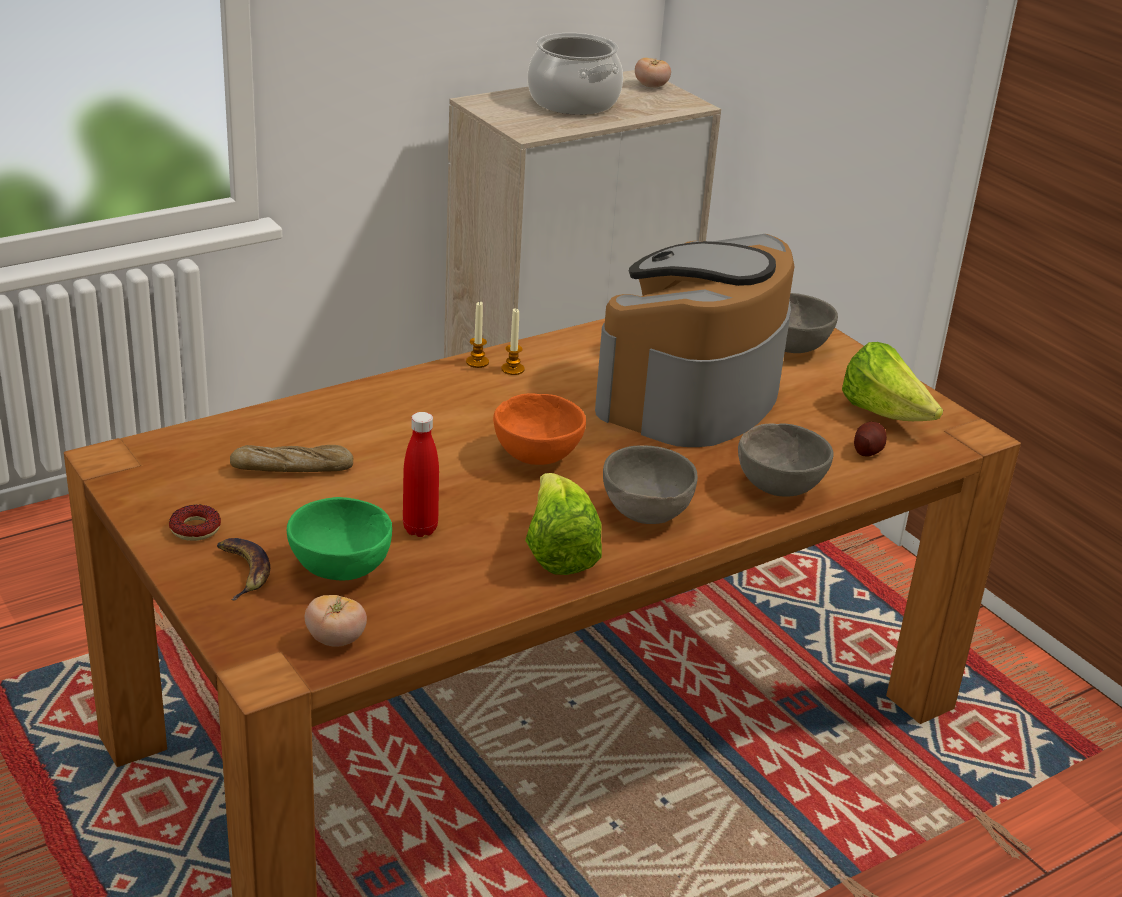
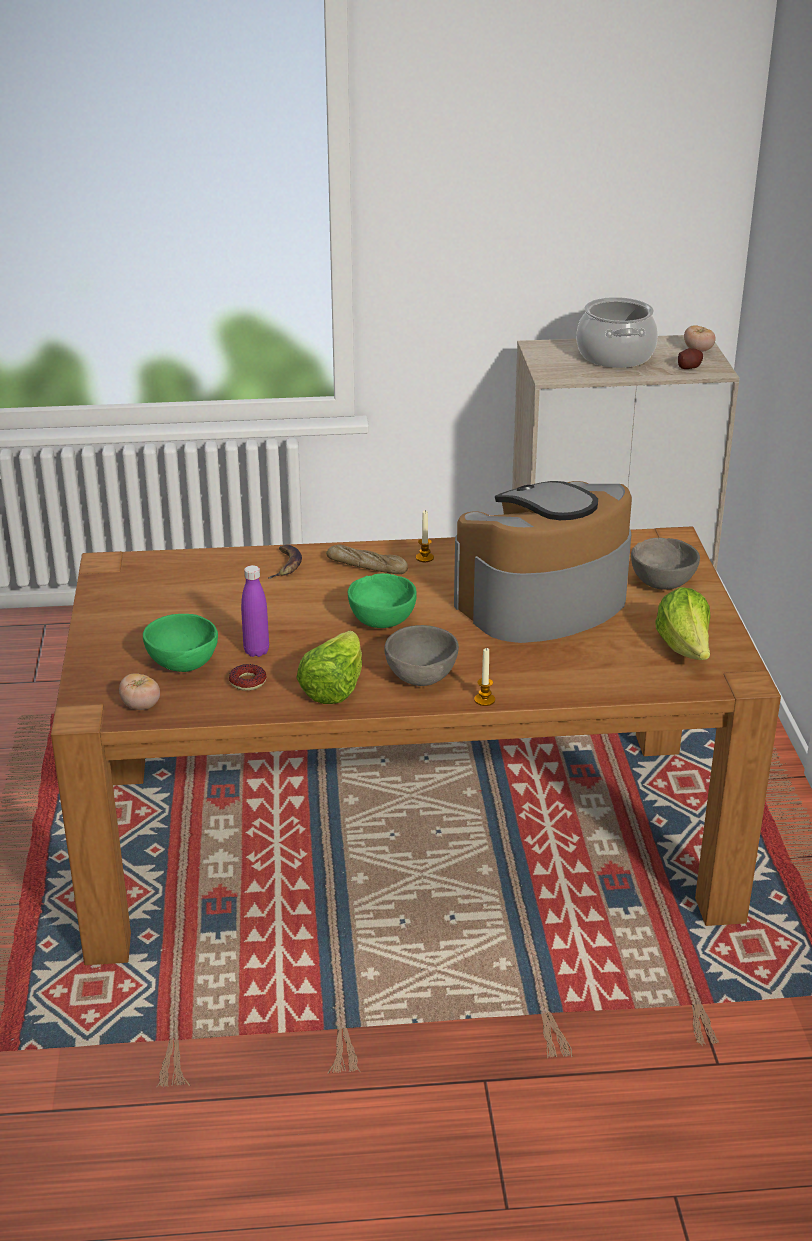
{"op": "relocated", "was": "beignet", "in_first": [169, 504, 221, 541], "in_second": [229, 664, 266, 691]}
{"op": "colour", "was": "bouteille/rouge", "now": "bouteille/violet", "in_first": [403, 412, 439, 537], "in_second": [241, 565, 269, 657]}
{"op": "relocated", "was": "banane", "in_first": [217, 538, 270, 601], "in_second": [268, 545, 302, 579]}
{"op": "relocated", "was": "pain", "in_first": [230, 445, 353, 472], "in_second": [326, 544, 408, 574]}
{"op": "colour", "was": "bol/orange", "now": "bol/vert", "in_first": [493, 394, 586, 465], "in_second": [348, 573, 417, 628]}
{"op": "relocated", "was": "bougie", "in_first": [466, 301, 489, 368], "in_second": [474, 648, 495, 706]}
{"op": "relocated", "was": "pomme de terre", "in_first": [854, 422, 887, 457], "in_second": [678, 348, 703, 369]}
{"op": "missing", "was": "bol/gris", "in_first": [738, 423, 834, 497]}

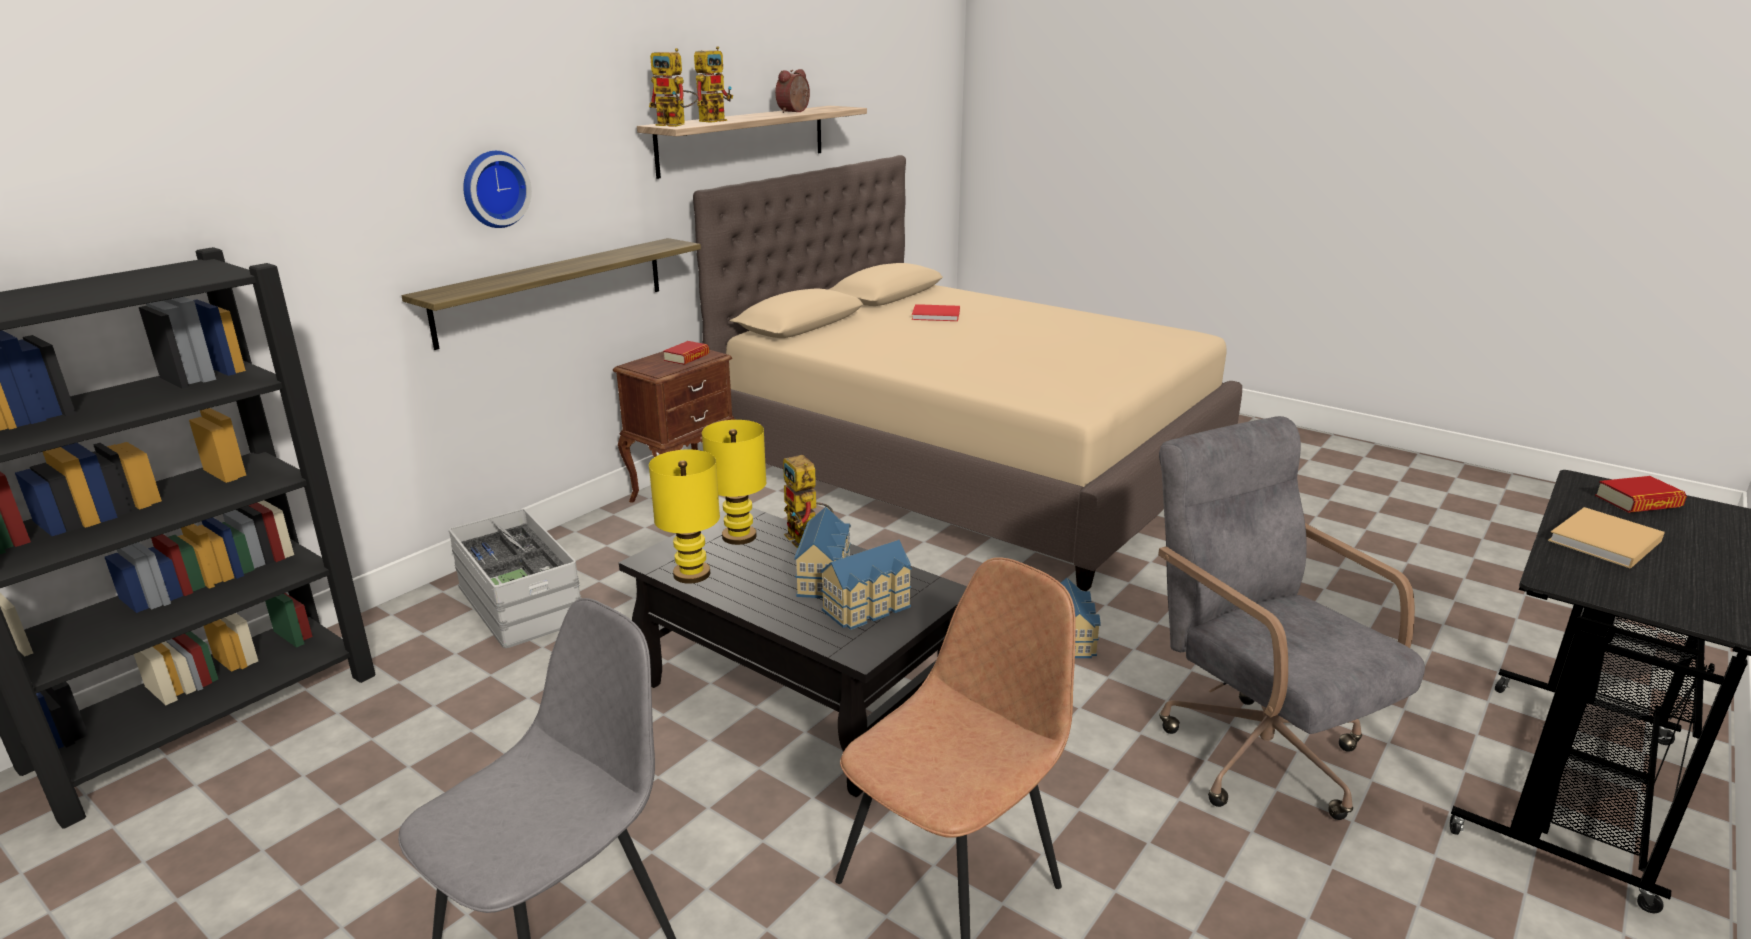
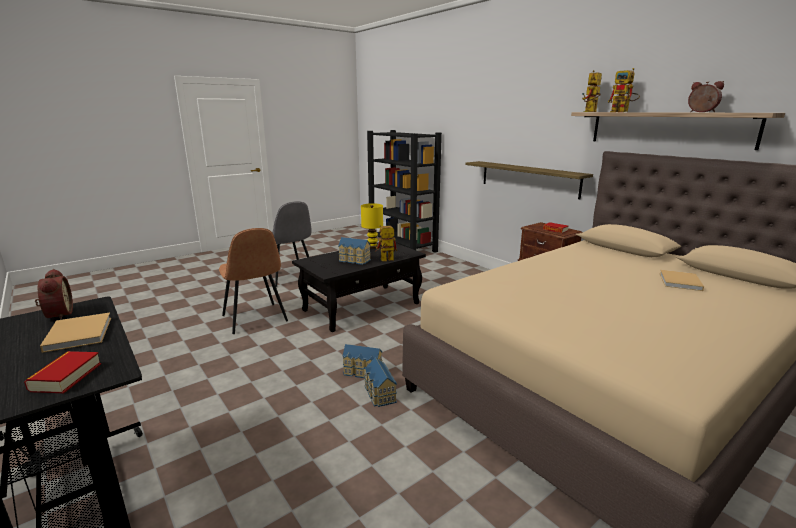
{"op": "appeared", "now": "réveil", "in_second": [35, 269, 73, 320]}
{"op": "relocated", "was": "maison miniature", "in_first": [820, 540, 912, 630], "in_second": [364, 357, 397, 407]}
{"op": "colour", "was": "livre/rouge", "now": "livre/beige", "in_first": [912, 304, 960, 321], "in_second": [660, 270, 704, 291]}
{"op": "missing", "was": "boîte de rangement/gris", "in_first": [449, 509, 581, 648]}
{"op": "missing", "was": "horloge murale", "in_first": [463, 151, 532, 228]}
{"op": "missing", "was": "lampe de table/jaune", "in_first": [702, 420, 766, 545]}
{"op": "missing", "was": "chaise de bureau/gris", "in_first": [1158, 416, 1425, 820]}

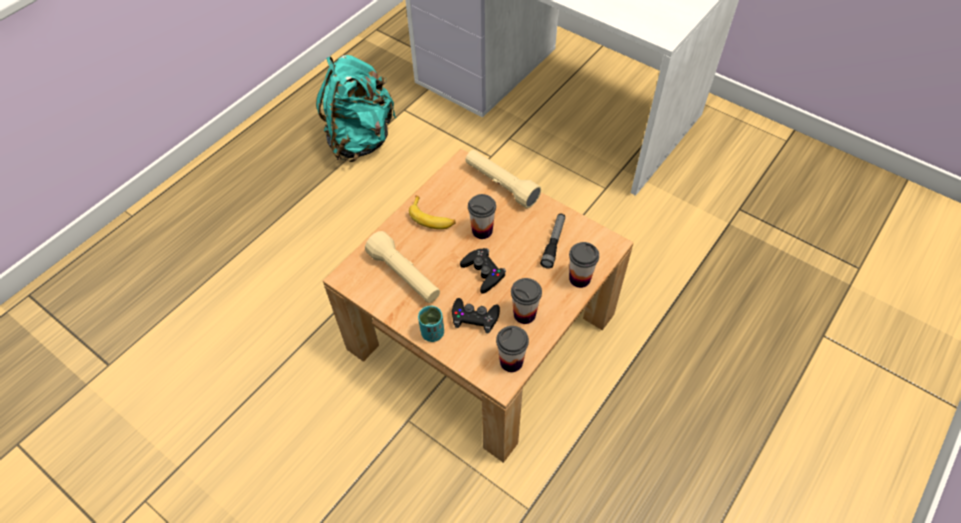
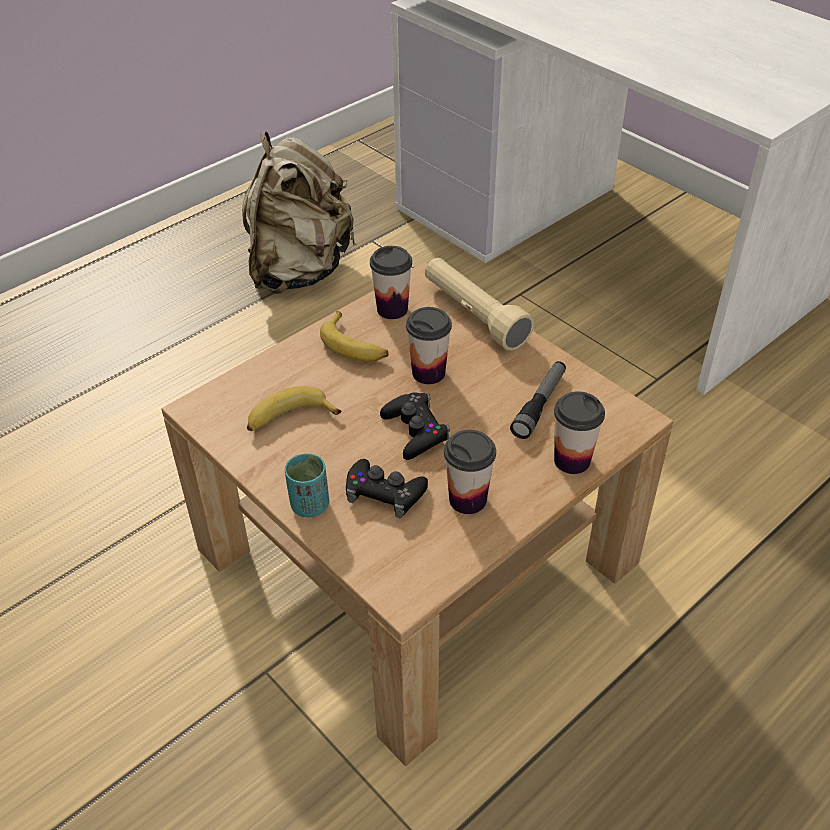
{"op": "colour", "was": "sac à dos/turquoise", "now": "sac à dos/beige", "in_first": [316, 55, 396, 162], "in_second": [242, 131, 356, 294]}
{"op": "exchanged", "was": "lampe de poche/beige", "now": "banane", "in_first": [365, 231, 440, 303], "in_second": [247, 386, 342, 431]}
{"op": "relocated", "was": "tasse", "in_first": [496, 326, 529, 372], "in_second": [370, 246, 412, 319]}

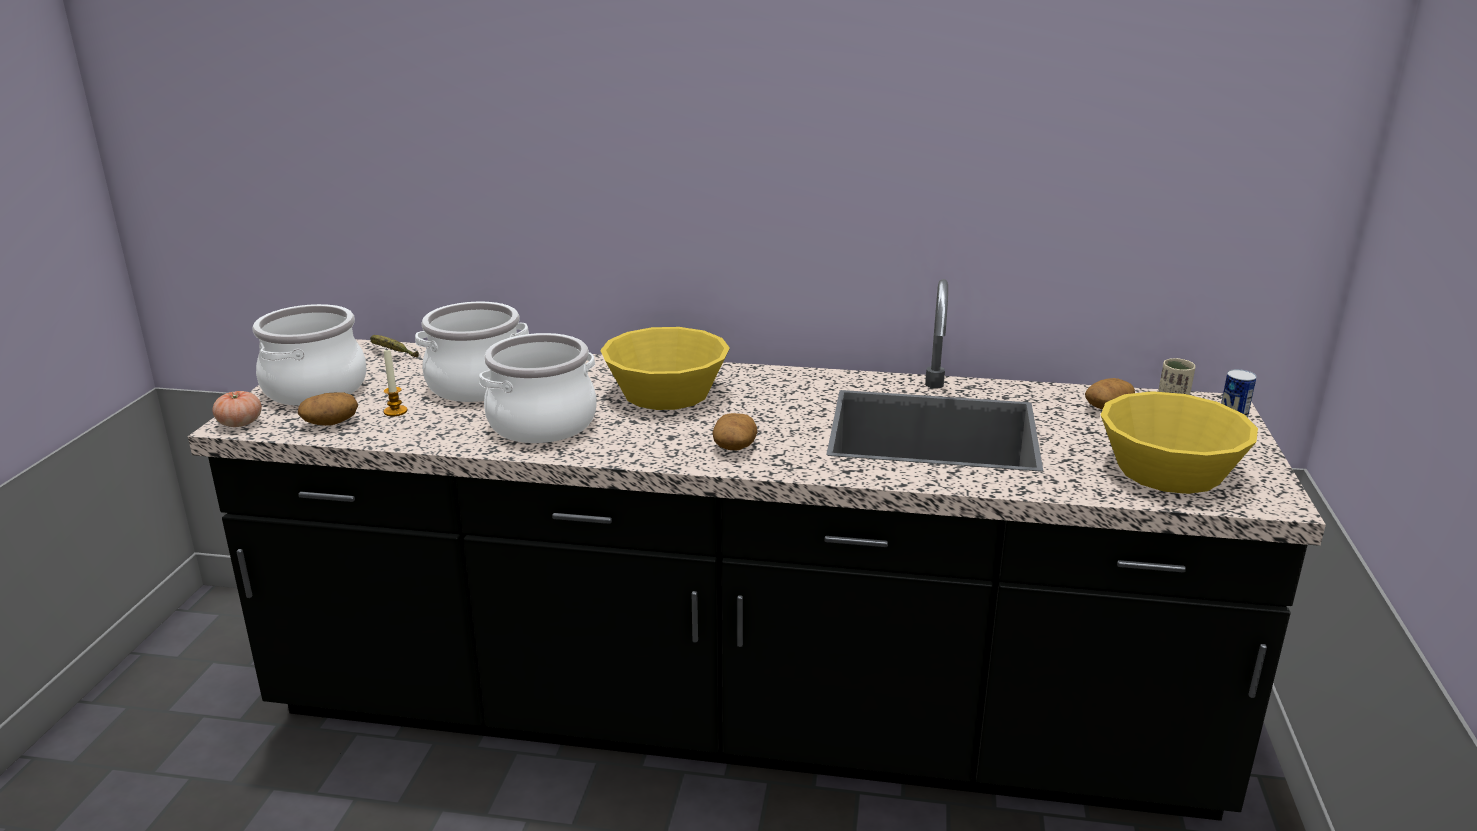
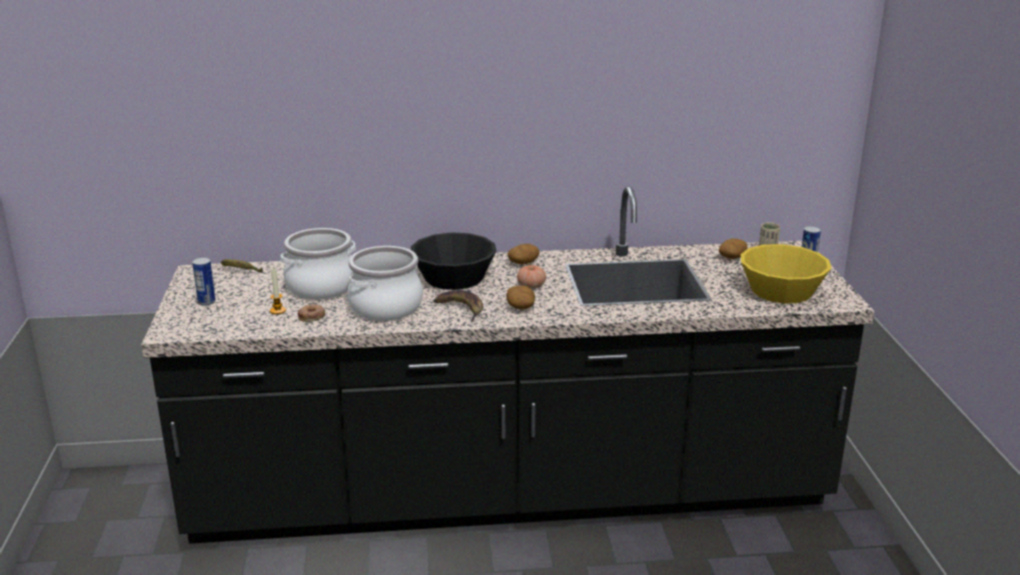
{"op": "exchanged", "was": "marmite", "now": "boîte métallique", "in_first": [252, 304, 367, 406], "in_second": [192, 257, 216, 306]}
{"op": "appeared", "now": "beignet", "in_second": [298, 304, 325, 322]}
{"op": "colour", "was": "bol/jaune", "now": "bol/noir", "in_first": [600, 327, 730, 410], "in_second": [411, 232, 496, 290]}
{"op": "appeared", "now": "banane", "in_second": [433, 290, 483, 322]}
{"op": "relocated", "was": "pomme de terre", "in_first": [298, 392, 358, 426], "in_second": [508, 244, 539, 264]}
{"op": "relocated", "was": "tomate", "in_first": [212, 391, 262, 427], "in_second": [517, 265, 546, 289]}

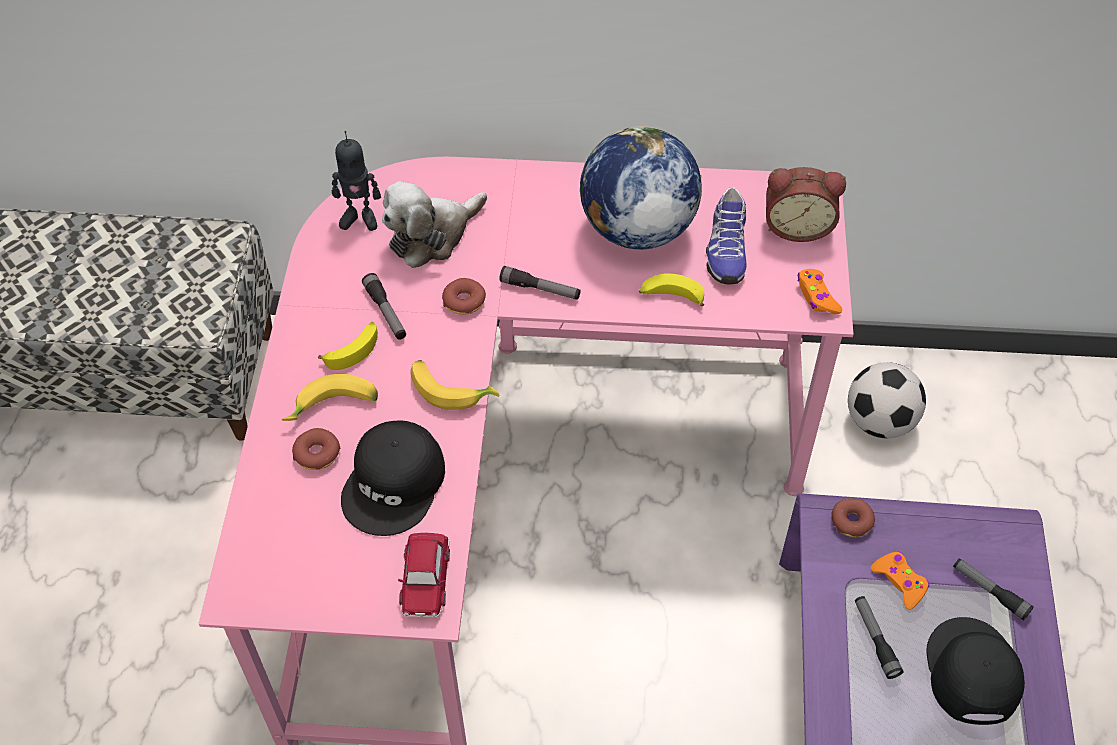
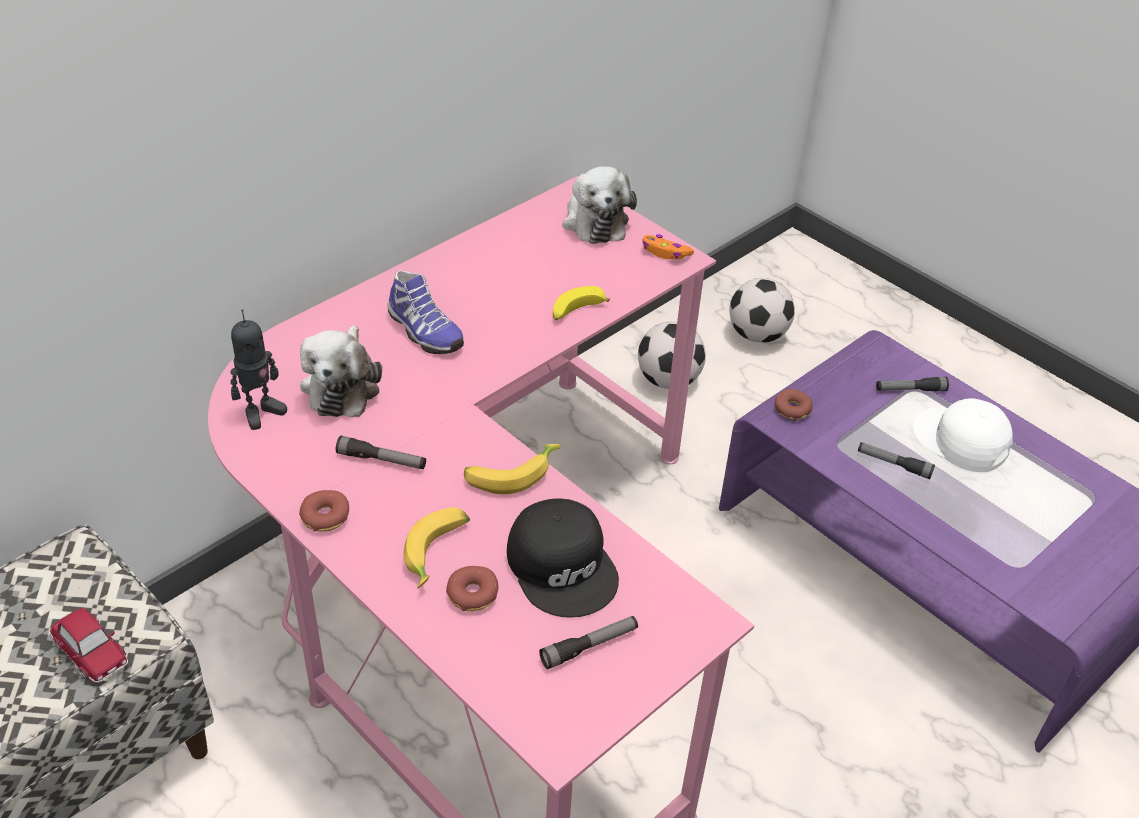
{"op": "relocated", "was": "petite voiture", "in_first": [398, 533, 450, 617], "in_second": [50, 608, 128, 683]}
{"op": "relocated", "was": "beignet", "in_first": [442, 278, 486, 315], "in_second": [299, 490, 349, 532]}
{"op": "relocated", "was": "chaussure", "in_first": [706, 187, 747, 285], "in_second": [387, 270, 464, 354]}
{"op": "relocated", "was": "lampe de poche", "in_first": [499, 266, 581, 300], "in_second": [539, 616, 638, 669]}
{"op": "exchanged", "was": "réveil", "now": "peluche", "in_first": [766, 167, 846, 242], "in_second": [563, 166, 637, 244]}
{"op": "appeared", "now": "ballon de foot", "in_second": [730, 278, 795, 343]}
{"op": "colour", "was": "casquette/noir", "now": "casquette/blanc", "in_first": [926, 617, 1025, 725], "in_second": [913, 398, 1013, 472]}
{"op": "missing", "was": "banane", "in_first": [318, 322, 378, 370]}
{"op": "missing", "was": "globe", "in_first": [580, 126, 702, 249]}
{"op": "missing", "was": "manette/orange", "in_first": [871, 552, 929, 610]}

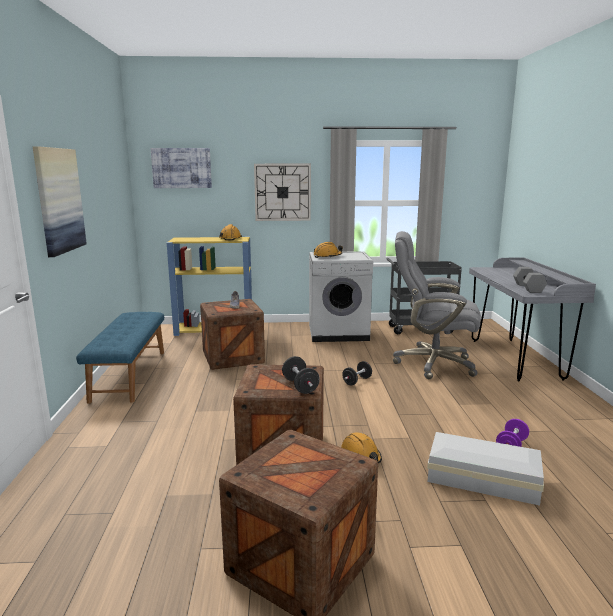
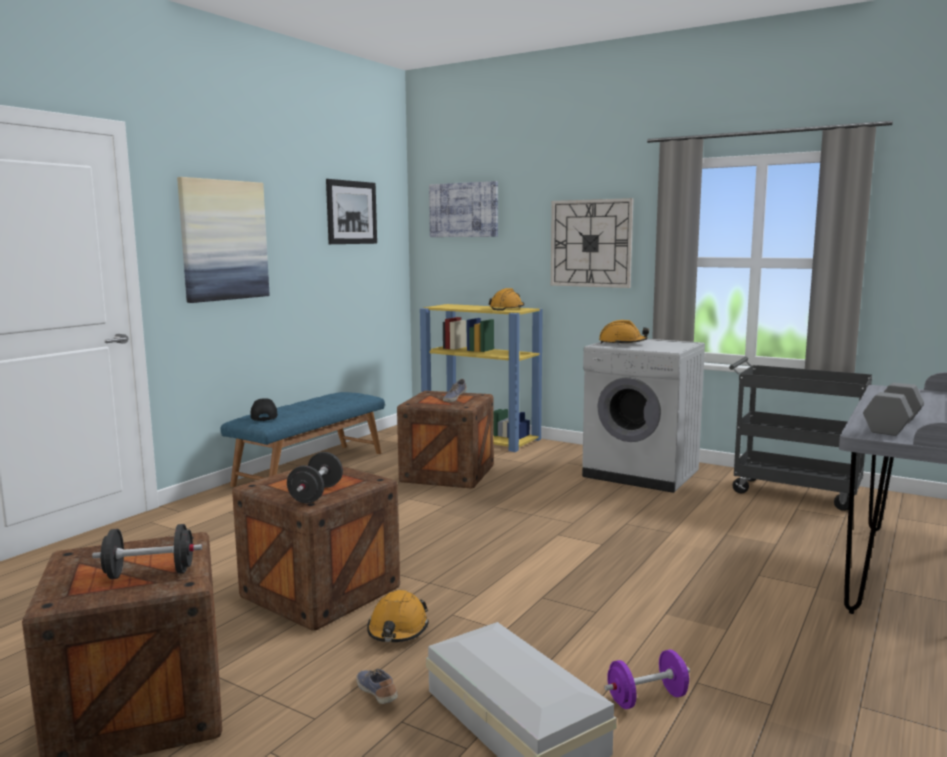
{"op": "relocated", "was": "haltère/noir", "in_first": [342, 361, 372, 386], "in_second": [92, 524, 202, 579]}
{"op": "appeared", "now": "casquette/noir", "in_second": [251, 398, 278, 421]}
{"op": "appeared", "now": "tableau", "in_second": [326, 179, 377, 244]}
{"op": "appeared", "now": "chaussure", "in_second": [356, 668, 398, 704]}
{"op": "missing", "was": "chaise de bureau/gris", "in_first": [393, 231, 481, 379]}

